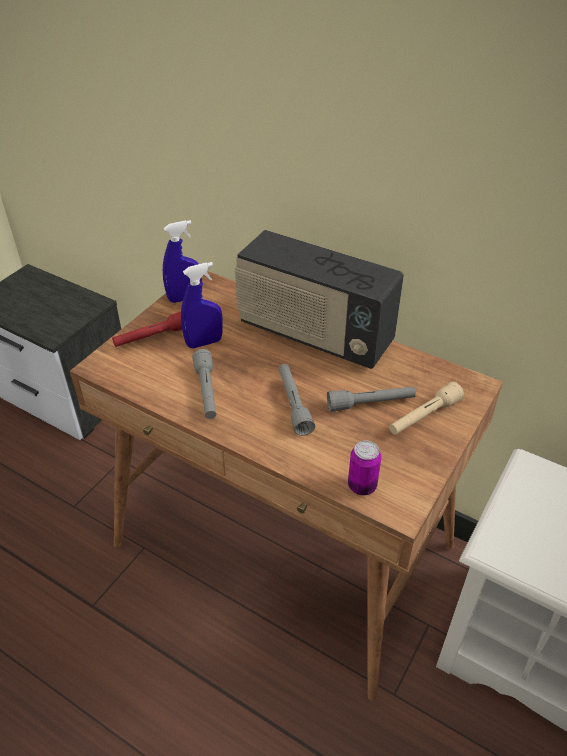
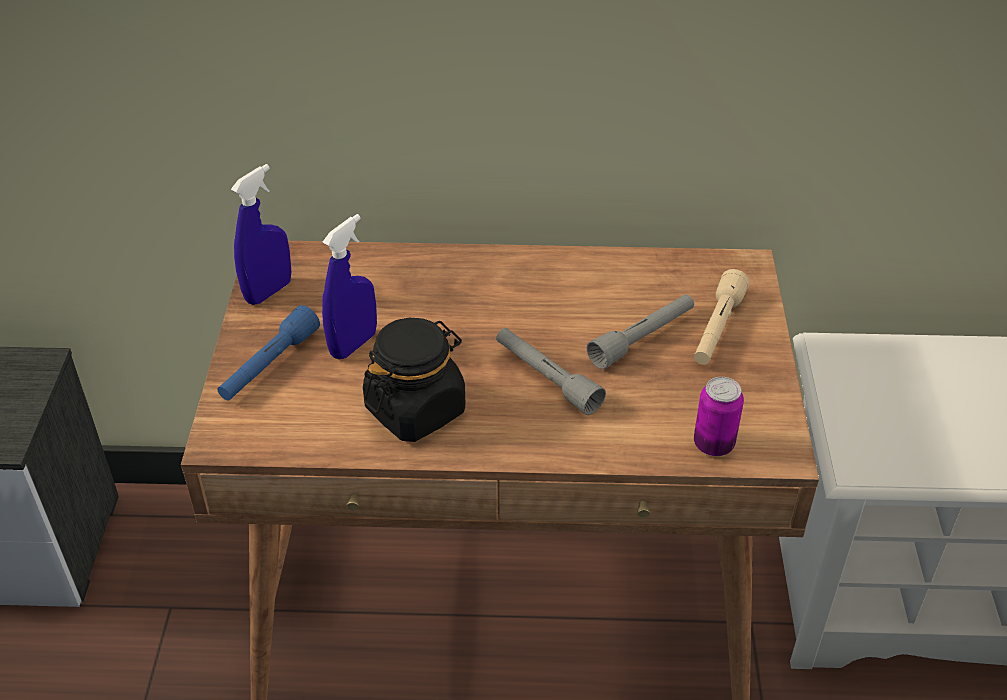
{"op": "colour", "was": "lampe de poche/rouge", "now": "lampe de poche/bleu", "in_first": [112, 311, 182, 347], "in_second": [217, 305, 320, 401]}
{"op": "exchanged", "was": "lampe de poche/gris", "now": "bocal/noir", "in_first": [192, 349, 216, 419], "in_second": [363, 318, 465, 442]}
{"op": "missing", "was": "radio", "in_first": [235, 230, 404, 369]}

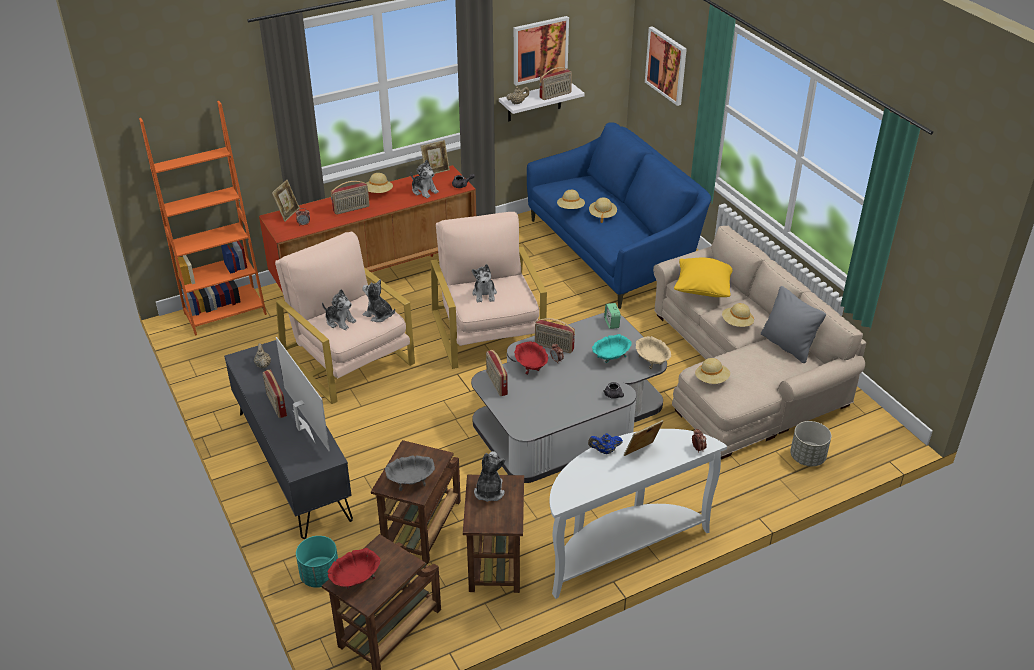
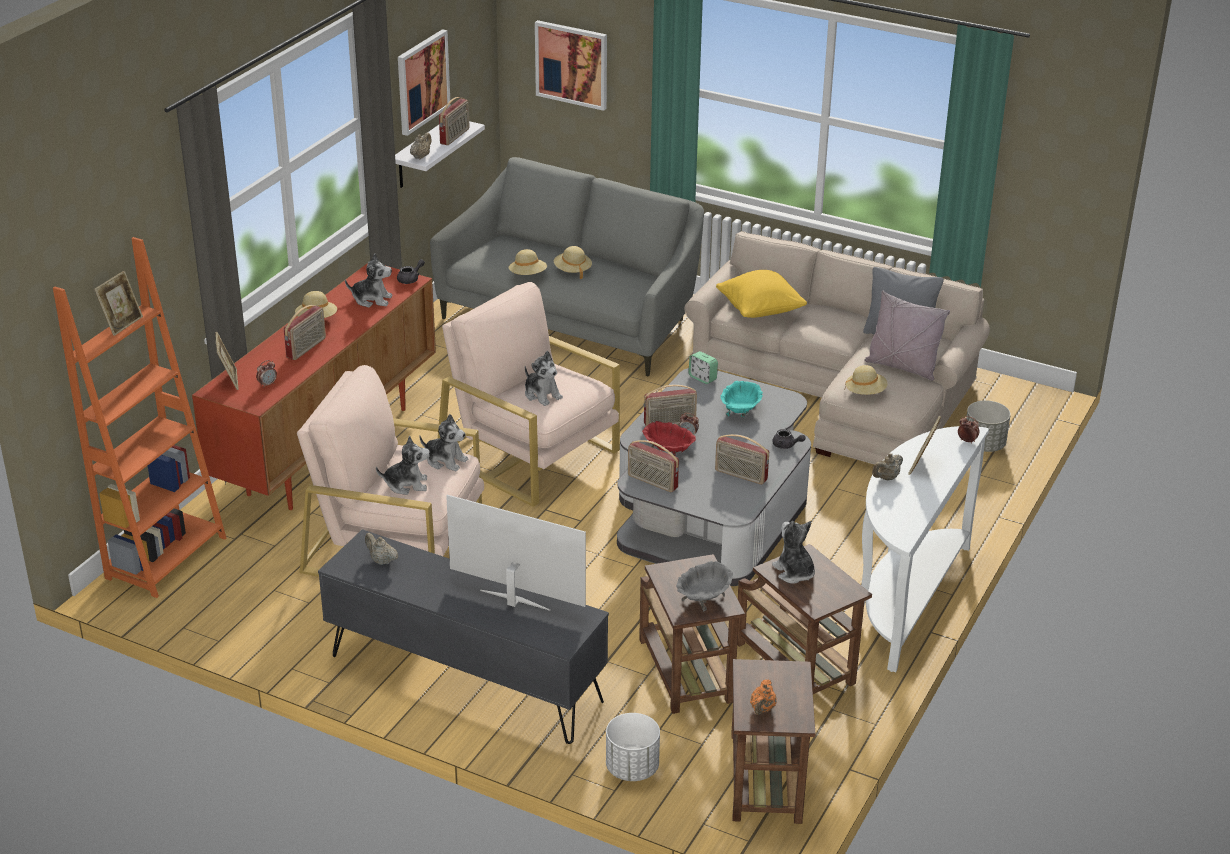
{"op": "relocated", "was": "cadre photo", "in_first": [421, 140, 450, 174], "in_second": [94, 271, 143, 336]}
{"op": "spun", "was": "peluche", "in_first": [362, 279, 395, 322], "in_second": [419, 414, 468, 471], "clockwise": -150}
{"op": "colour", "was": "canapé/bleu", "now": "canapé/gris", "in_first": [527, 122, 711, 309], "in_second": [430, 157, 704, 376]}
{"op": "colour", "was": "cache-pot/turquoise", "now": "cache-pot/blanc", "in_first": [296, 536, 338, 588], "in_second": [606, 713, 660, 781]}
{"op": "relocated", "was": "radio", "in_first": [263, 370, 287, 418], "in_second": [715, 434, 769, 485]}
{"op": "exchanged", "was": "bol/rouge", "now": "théière/orange", "in_first": [328, 548, 380, 589], "in_second": [750, 679, 777, 715]}
{"op": "appeared", "now": "coussin/violet", "in_second": [864, 290, 950, 381]}
{"op": "colour", "was": "théière/bleu", "now": "théière/beige", "in_first": [588, 433, 623, 454], "in_second": [872, 453, 903, 480]}
{"op": "missing", "was": "bol/beige", "in_first": [636, 336, 671, 369]}
{"op": "missing", "was": "chapeau/beige", "in_first": [722, 303, 754, 327]}

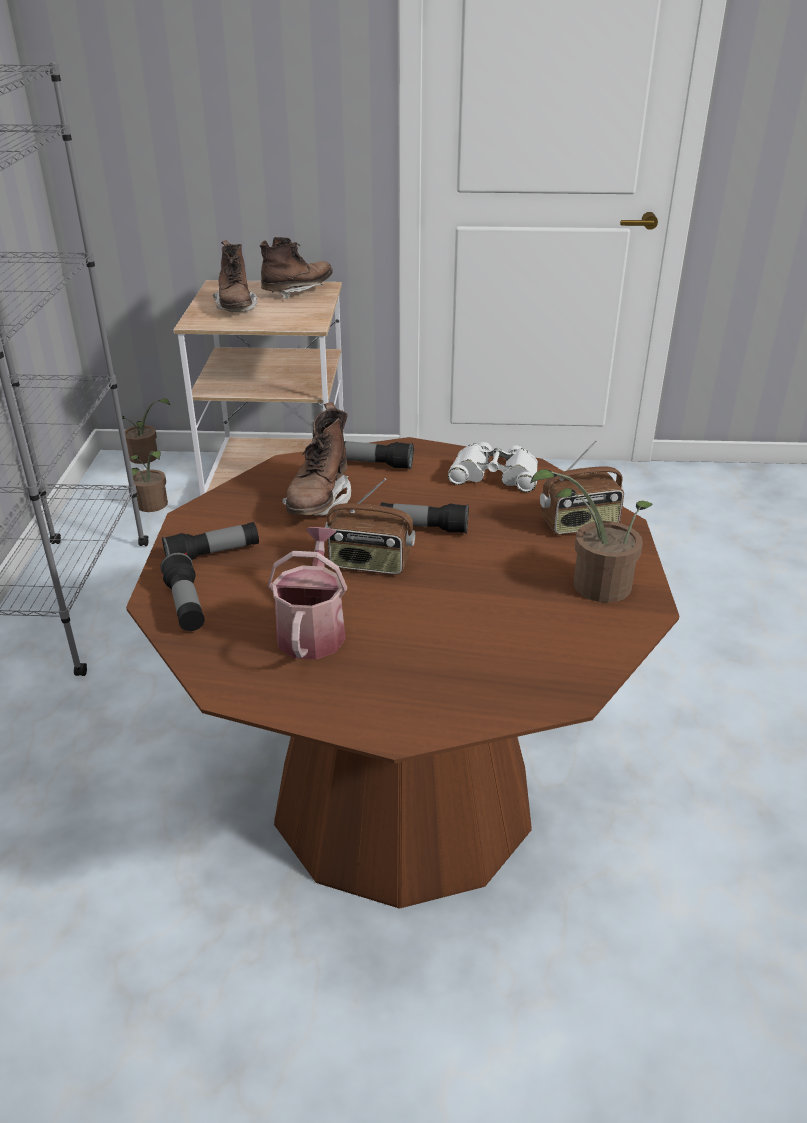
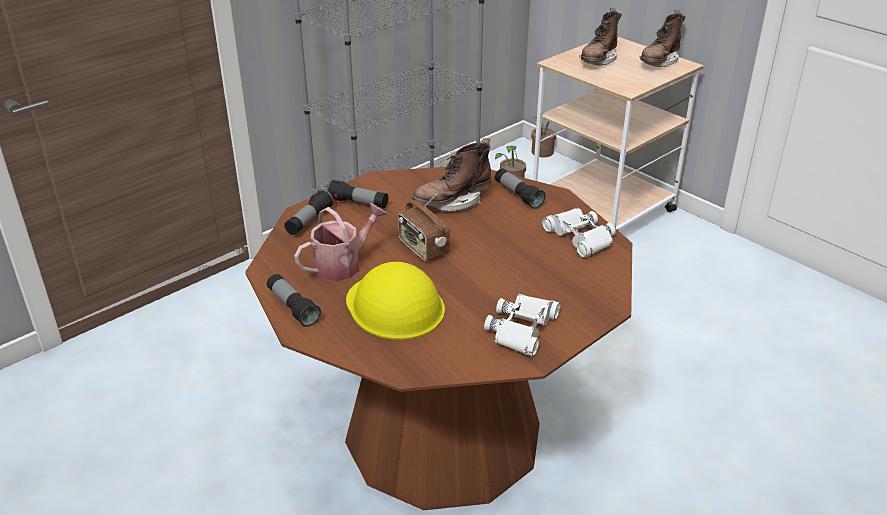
{"op": "relocated", "was": "lampe de poche", "in_first": [380, 502, 469, 534], "in_second": [267, 274, 321, 327]}
{"op": "appeared", "now": "casque de chantier/jaune", "in_second": [346, 262, 445, 340]}
{"op": "exchanged", "was": "plante en pot", "now": "jumelles/blanc", "in_first": [530, 469, 653, 603], "in_second": [484, 294, 560, 357]}
{"op": "spun", "was": "botte/marron", "in_first": [260, 237, 333, 299], "in_second": [639, 10, 686, 67], "clockwise": 120}
{"op": "missing", "was": "radio", "in_first": [540, 440, 624, 535]}

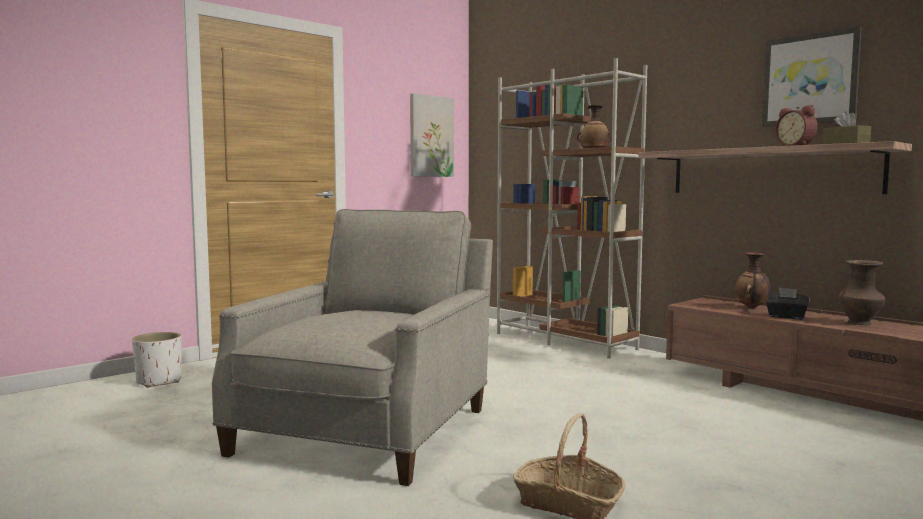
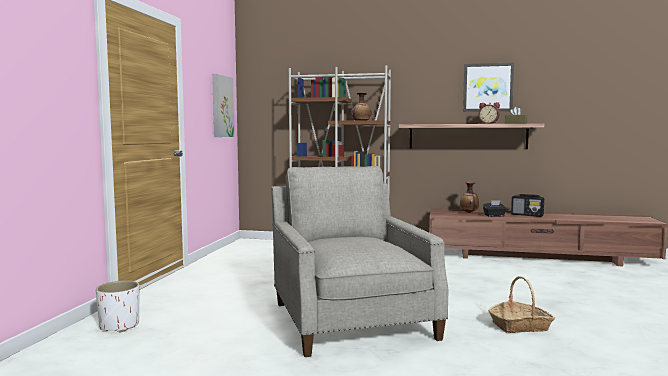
{"op": "exchanged", "was": "vase/marron", "now": "radio", "in_first": [839, 260, 886, 325], "in_second": [511, 194, 544, 217]}

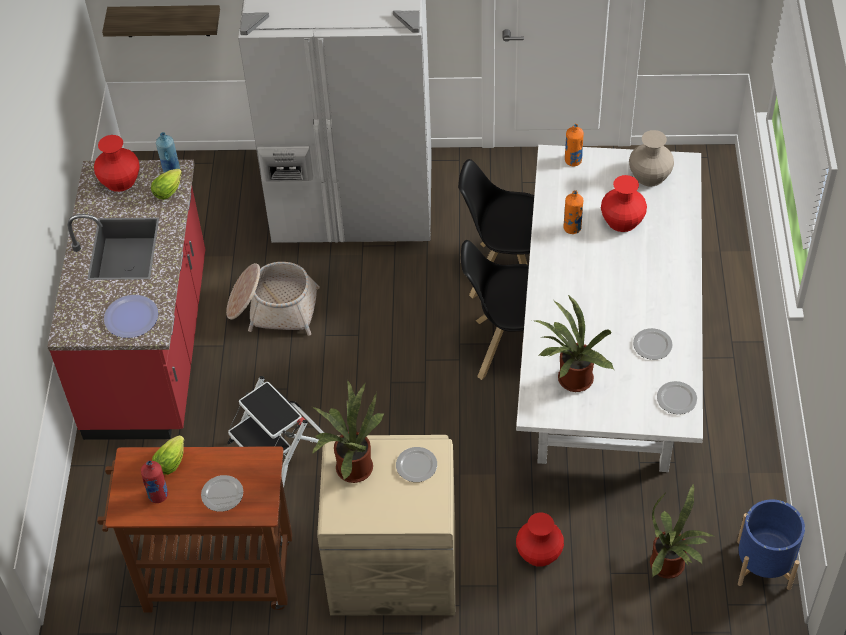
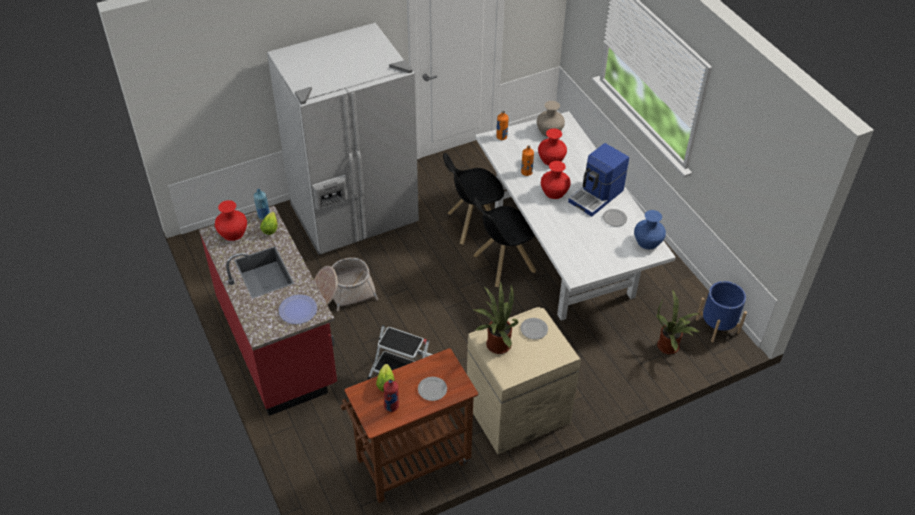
{"op": "relocated", "was": "vase/rouge", "in_first": [516, 513, 564, 567], "in_second": [541, 161, 571, 199]}
{"op": "appeared", "now": "machine à café", "in_second": [568, 143, 629, 217]}
{"op": "exchanged", "was": "assiette", "now": "vase/bleu", "in_first": [657, 381, 697, 414], "in_second": [634, 210, 666, 250]}
{"op": "missing", "was": "étagère", "in_first": [102, 5, 220, 37]}
{"op": "missing", "was": "plante en pot", "in_first": [535, 294, 614, 392]}

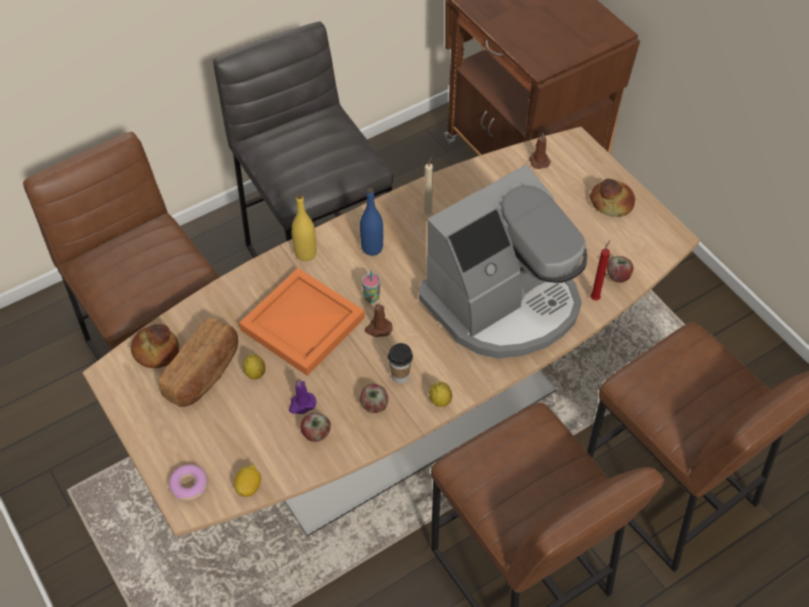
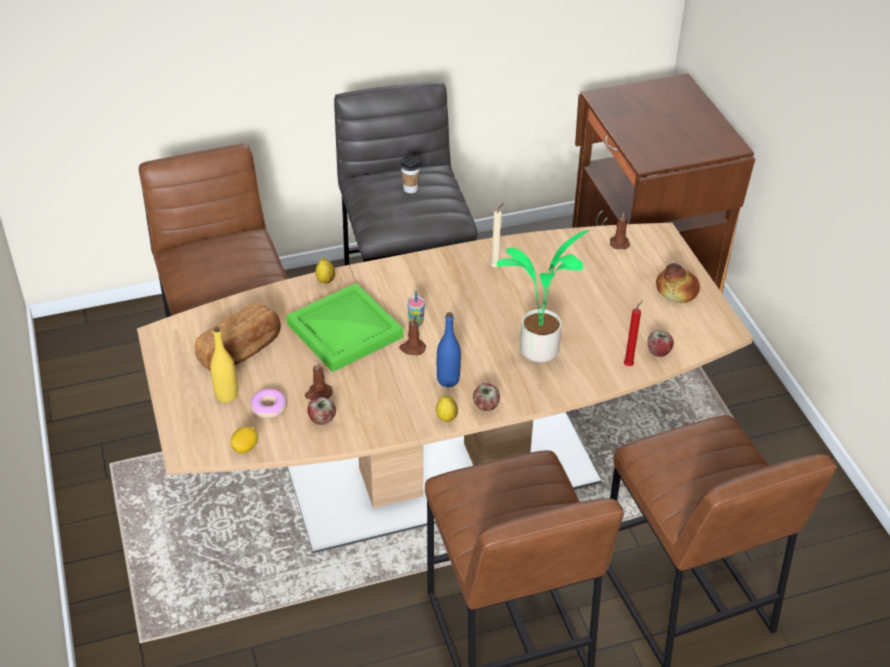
{"op": "relocated", "was": "bouteille/jaune", "in_first": [292, 194, 317, 261], "in_second": [210, 327, 238, 403]}
{"op": "relocated", "was": "beignet", "in_first": [168, 464, 208, 501], "in_second": [251, 389, 287, 419]}
{"op": "colour", "was": "plateau/orange", "now": "plateau/vert", "in_first": [239, 268, 365, 376], "in_second": [286, 283, 403, 372]}
{"op": "colour", "was": "bougie/violet", "now": "bougie/marron", "in_first": [289, 378, 316, 414], "in_second": [305, 361, 333, 400]}
{"op": "relocated", "was": "citron", "in_first": [243, 354, 265, 379], "in_second": [315, 258, 335, 283]}
{"op": "relocated", "was": "tasse", "in_first": [388, 343, 413, 383], "in_second": [400, 155, 421, 193]}
{"op": "relocated", "was": "bouteille/bleu", "in_first": [360, 188, 383, 256], "in_second": [437, 312, 461, 387]}
{"op": "relocated", "was": "pomme", "in_first": [360, 384, 388, 413], "in_second": [473, 383, 500, 411]}
{"op": "exchanged", "was": "machine à café", "now": "plante en pot", "in_first": [419, 165, 587, 359], "in_second": [497, 230, 590, 362]}
{"op": "missing", "was": "pain", "in_first": [131, 324, 179, 368]}

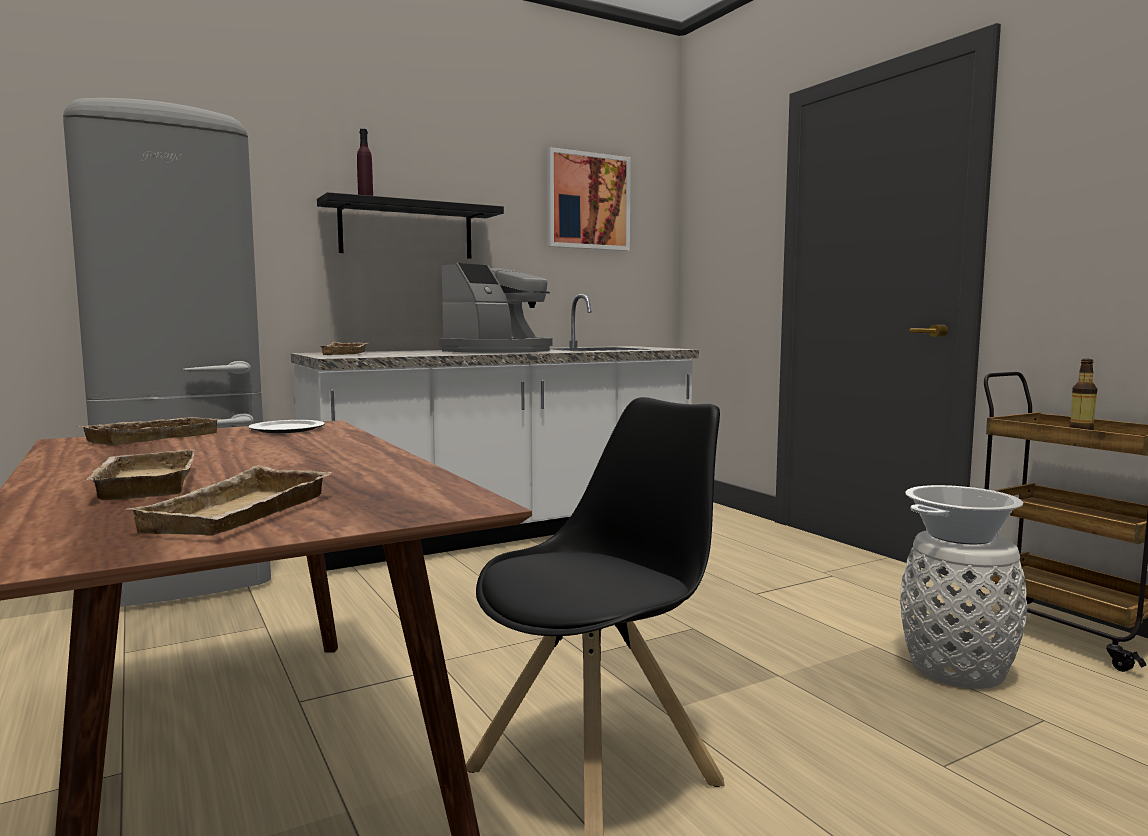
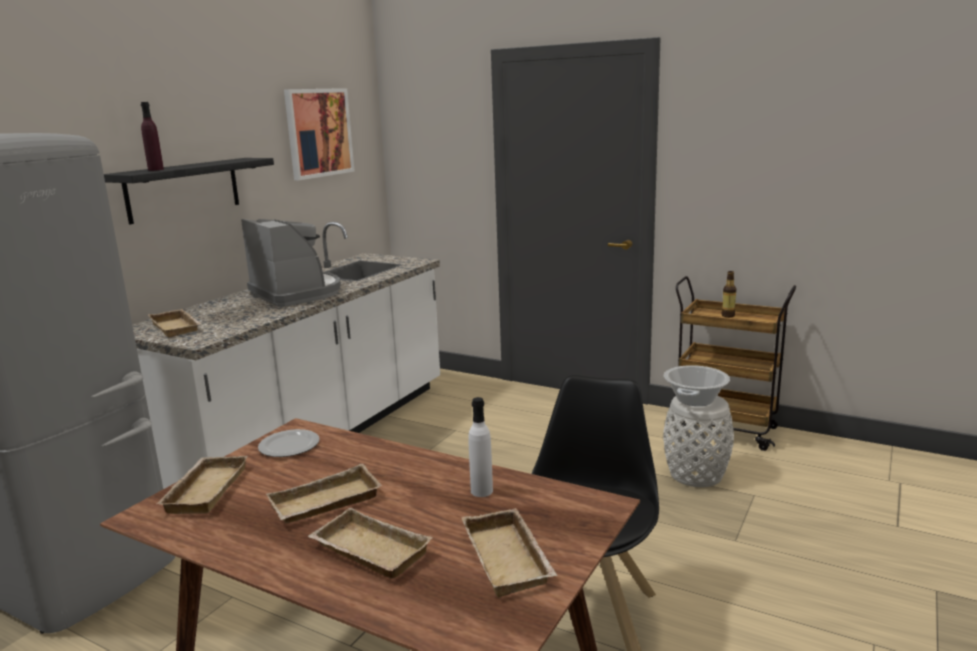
{"op": "spun", "was": "machine à café", "in_first": [439, 263, 553, 353], "in_second": [241, 219, 341, 307], "clockwise": -45}
{"op": "appeared", "now": "plateau/beige", "in_second": [266, 463, 382, 523]}
{"op": "appeared", "now": "bouteille/blanc", "in_second": [468, 397, 493, 497]}

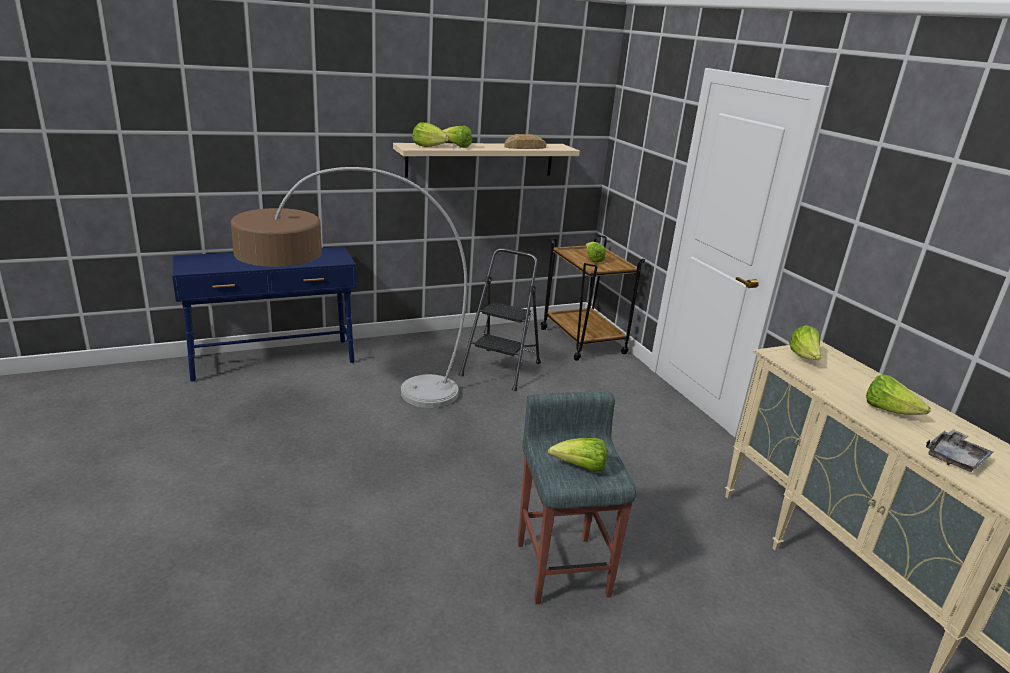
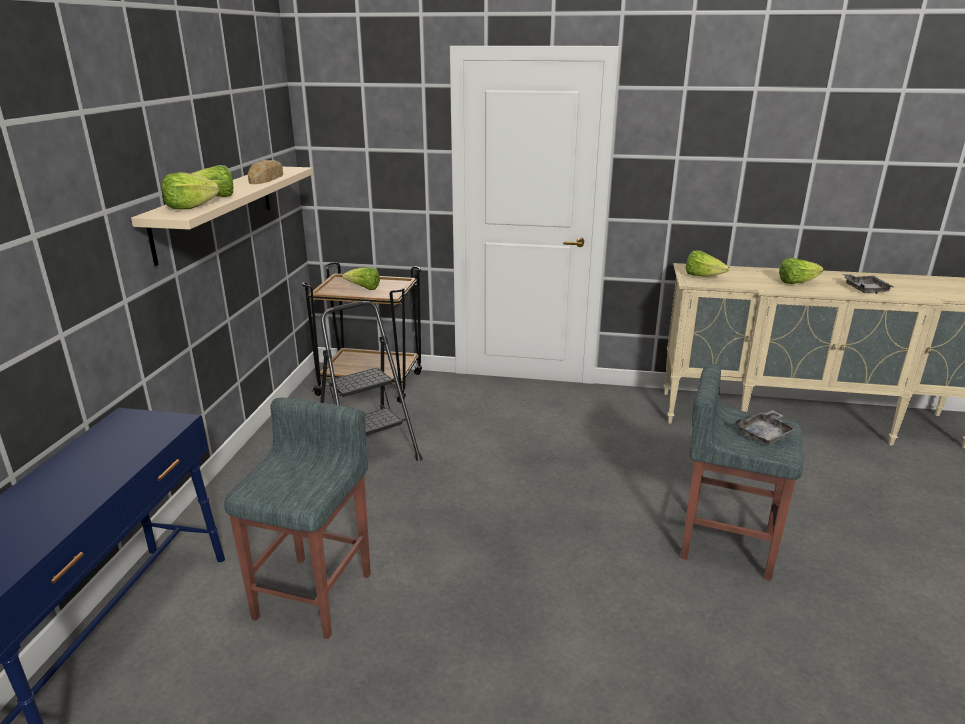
{"op": "exchanged", "was": "lampadaire", "now": "tabouret/gris", "in_first": [231, 167, 467, 408], "in_second": [224, 398, 371, 639]}
{"op": "exchanged", "was": "laitue", "now": "plateau/gris", "in_first": [548, 438, 607, 472], "in_second": [735, 410, 799, 445]}

